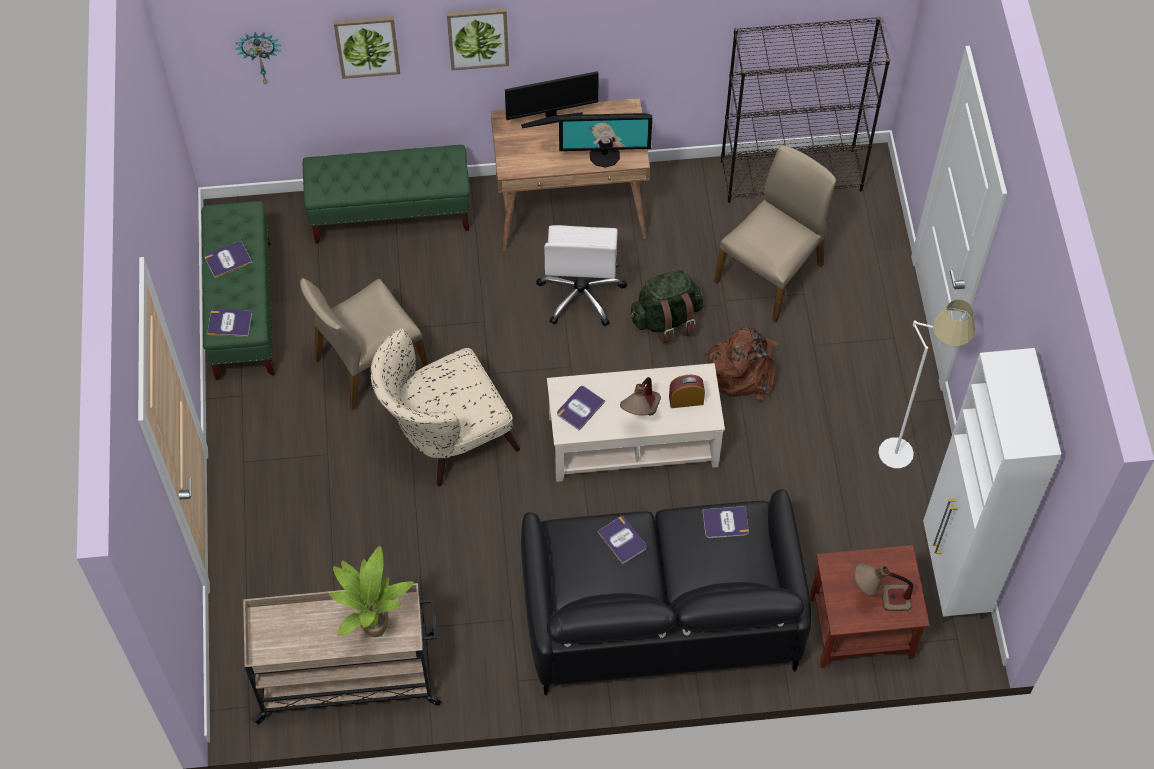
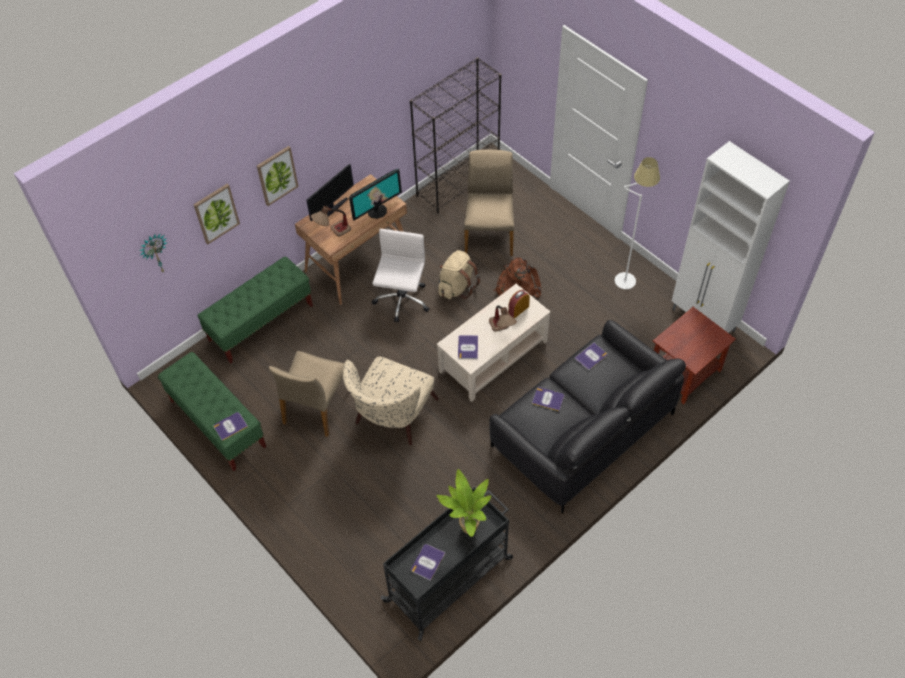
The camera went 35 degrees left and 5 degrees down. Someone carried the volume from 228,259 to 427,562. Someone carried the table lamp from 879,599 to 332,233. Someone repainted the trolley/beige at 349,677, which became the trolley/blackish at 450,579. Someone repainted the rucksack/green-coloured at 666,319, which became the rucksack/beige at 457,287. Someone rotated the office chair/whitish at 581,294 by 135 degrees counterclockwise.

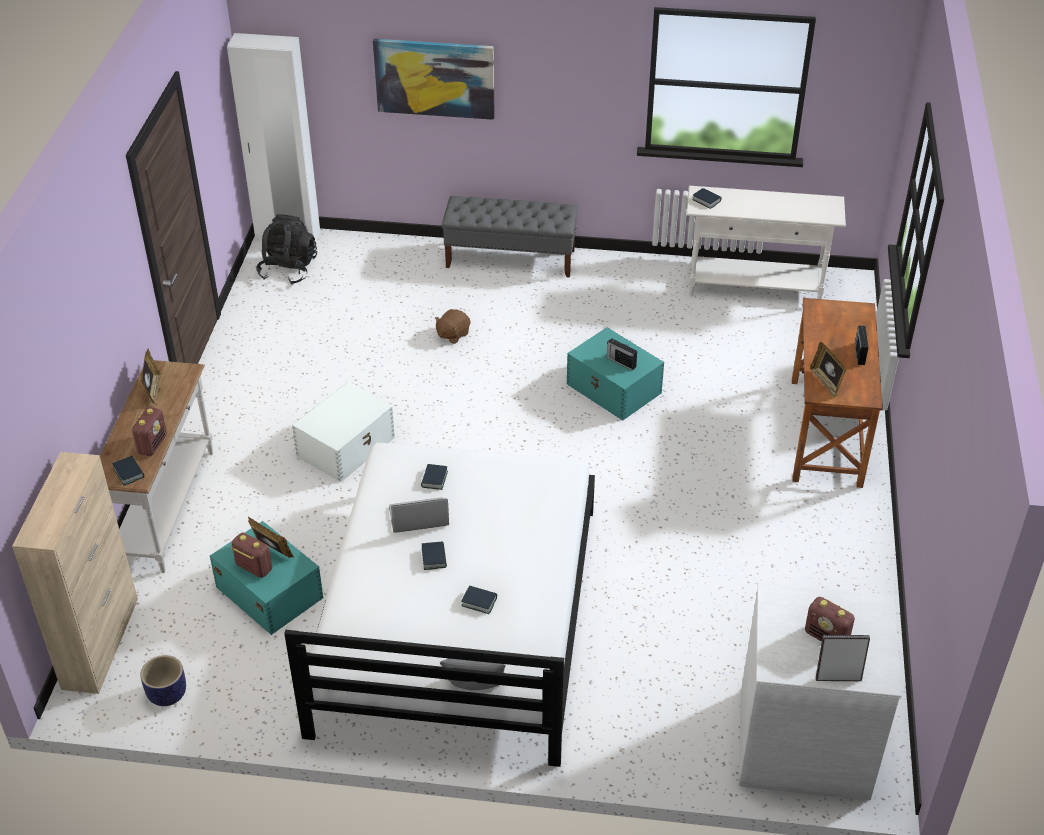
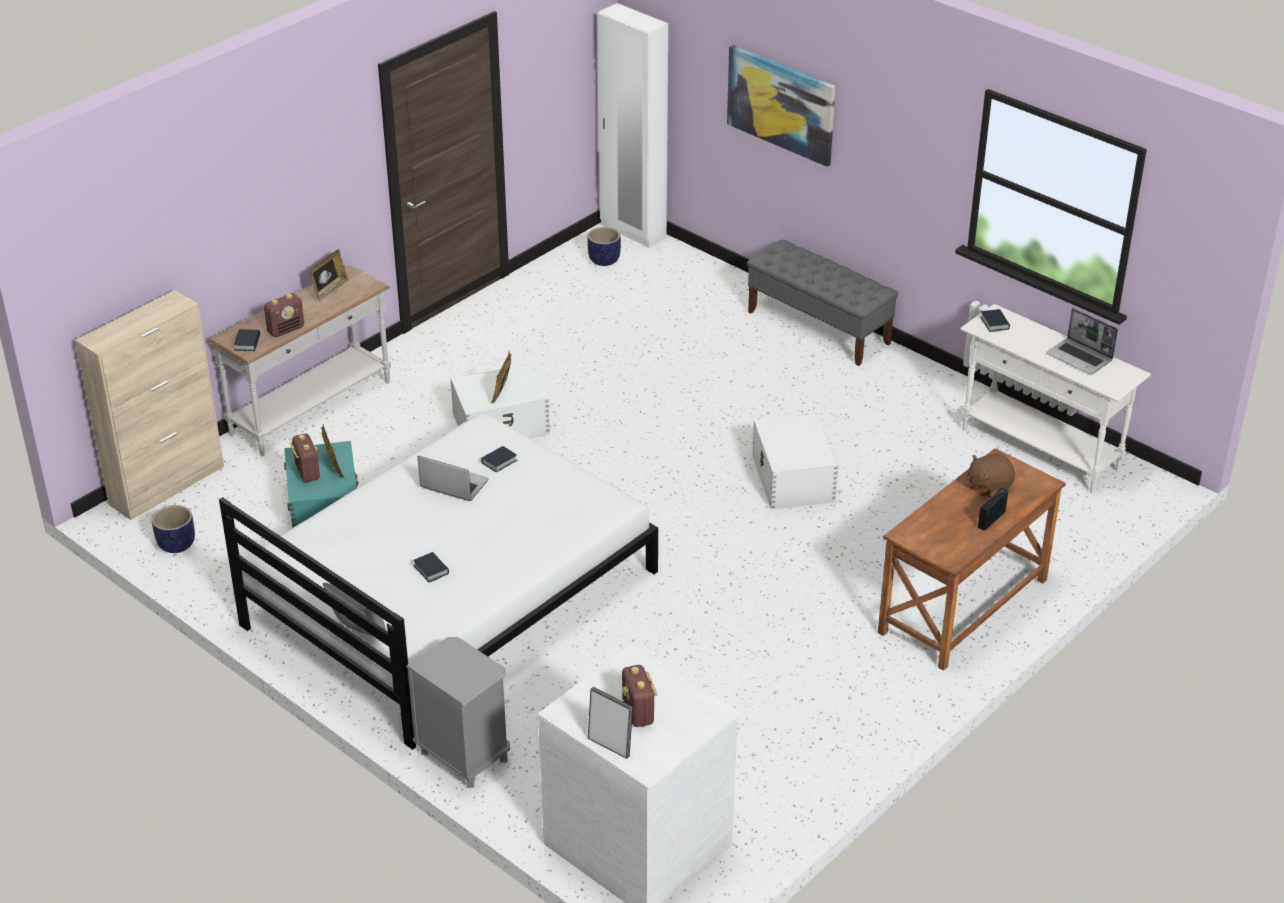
The camera went 35 degrees right and 5 degrees down. Someone took away the volume at 434,558. Someone took away the radio set at 620,362. Someone put down the night table/grey at 463,756. Someone put down the portable computer at 1080,358. Someone carried the cuddly toy/brown from 452,335 to 989,485. Someone carried the standing frame from 826,382 to 502,391. Someone swapped the rucksack/blackish at 288,270 for the plant pot at 603,260. Someone repainted the storage bin/turquoise-coloured at 614,389, which became the storage bin/whitish at 792,479.

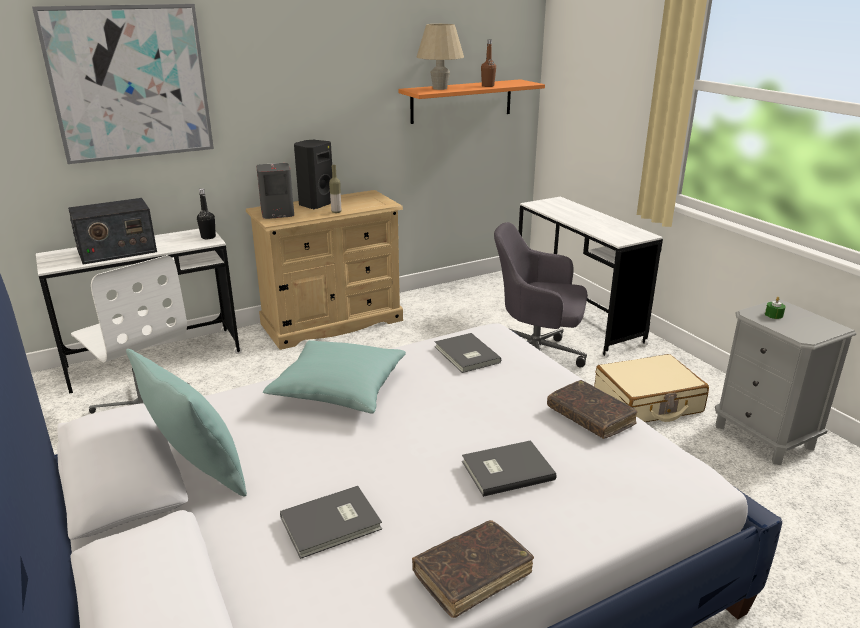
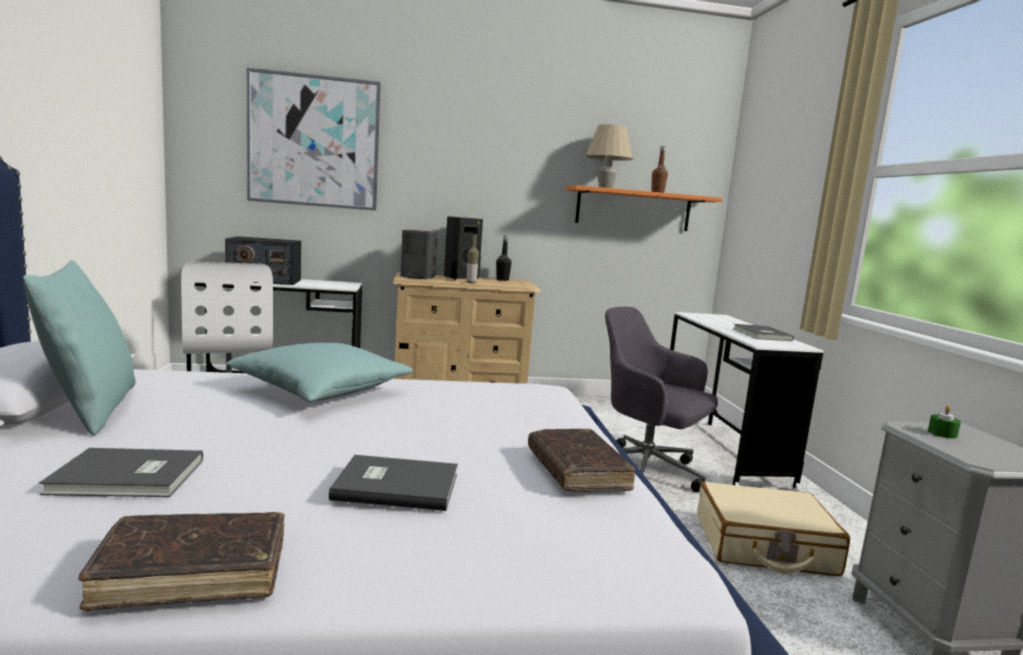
The camera went 20 degrees right and 15 degrees down. Someone carried the beverage bottle/blackish from 208,237 to 502,280. Someone carried the volume/grey from 466,355 to 760,334.

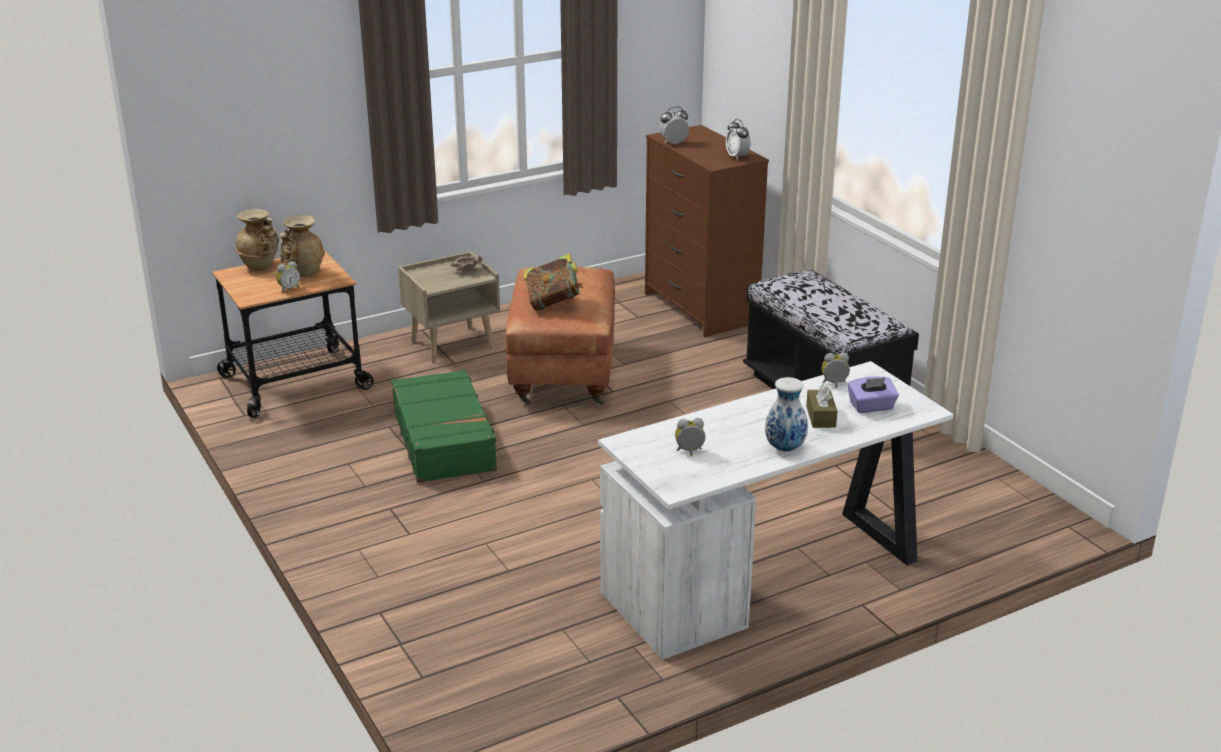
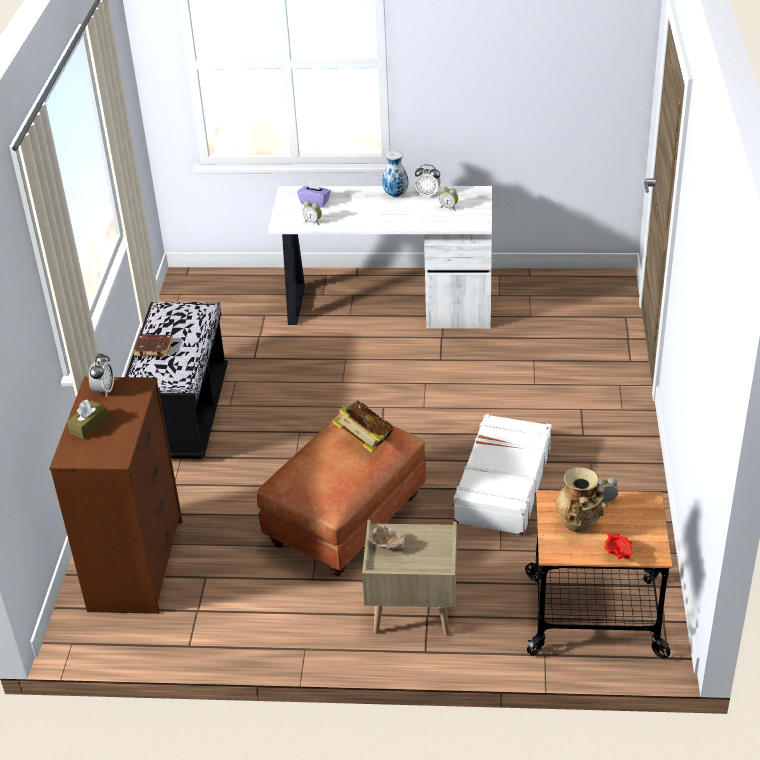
The camera went 145 degrees left and 10 degrees up. Someone put down the volume/brown at 154,347. Someone carried the alarm clock from 674,143 to 428,194. Someone carried the tissue holder/brown from 820,416 to 89,426. Someone swapped the decorative vase/beige at 261,266 for the bowl/red at 617,555. Someone repainted the piece of luggage/green-coloured at 445,440, which became the piece of luggage/whitish at 502,485.

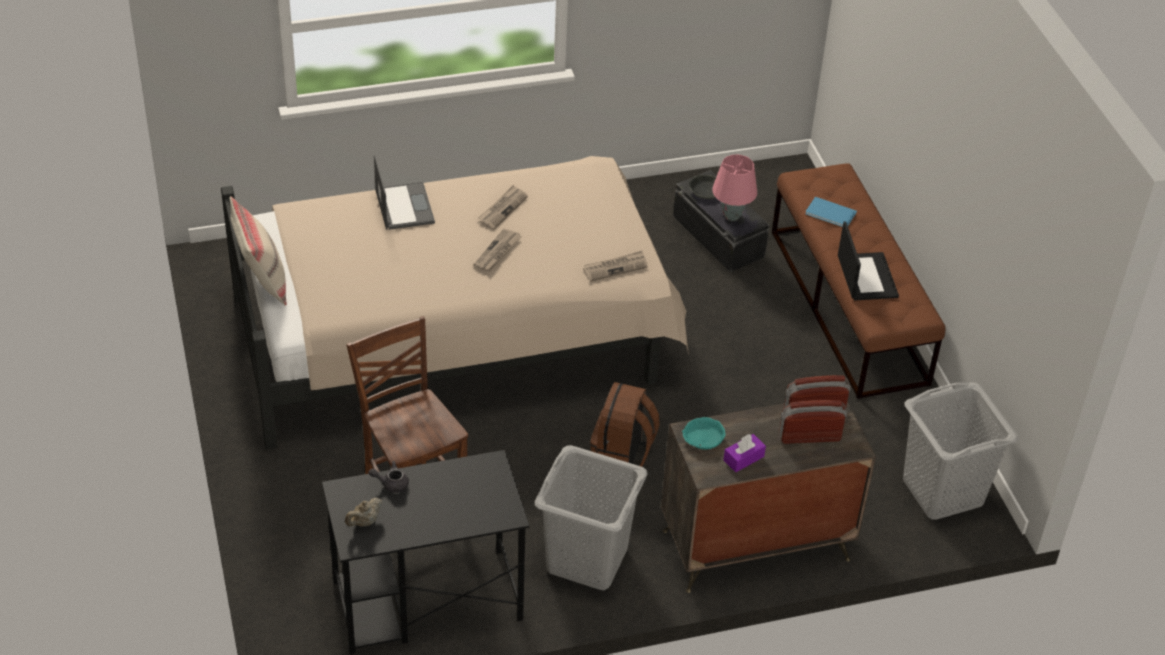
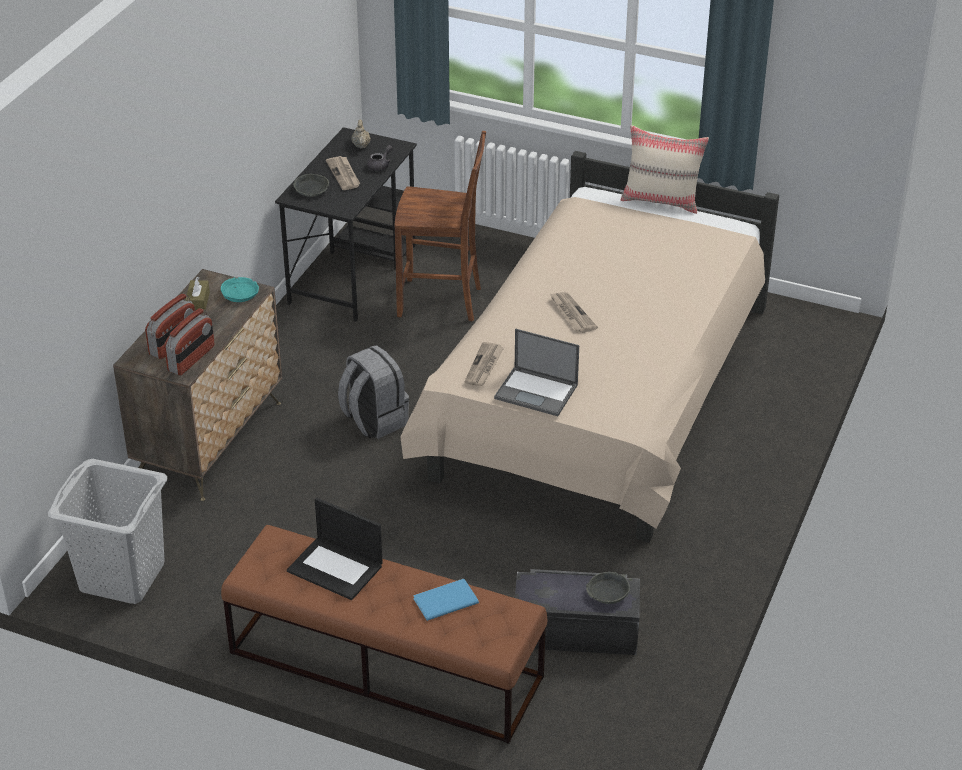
The camera went 130 degrees right and 5 degrees down. Someone took away the laundry basket/grey at 587,560. Someone took away the table lamp/pinkish at 731,216. Someone put down the bowl/grey at 311,190. Someone carried the portable computer from 404,206 to 537,392. Someone carried the daily paper from 502,209 to 344,174. Someone repainted the rucksack/brown at 622,455, which became the rucksack/grey at 373,420. Someone repainted the tissue holder/purple-coloured at 743,458, which became the tissue holder/brown at 198,302.

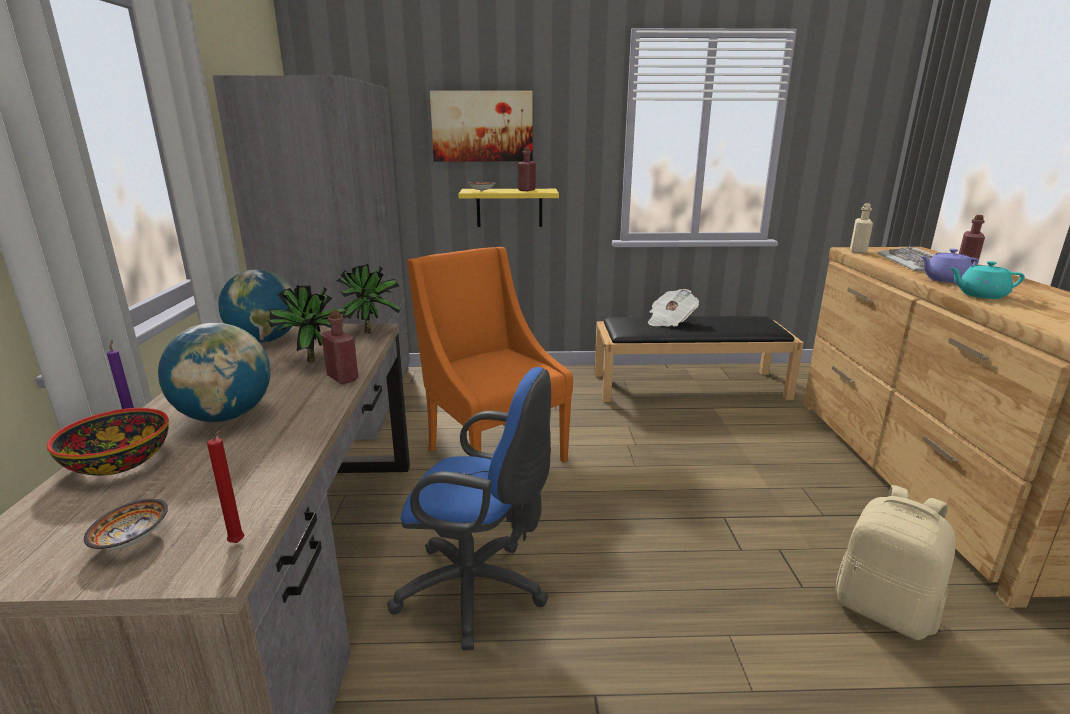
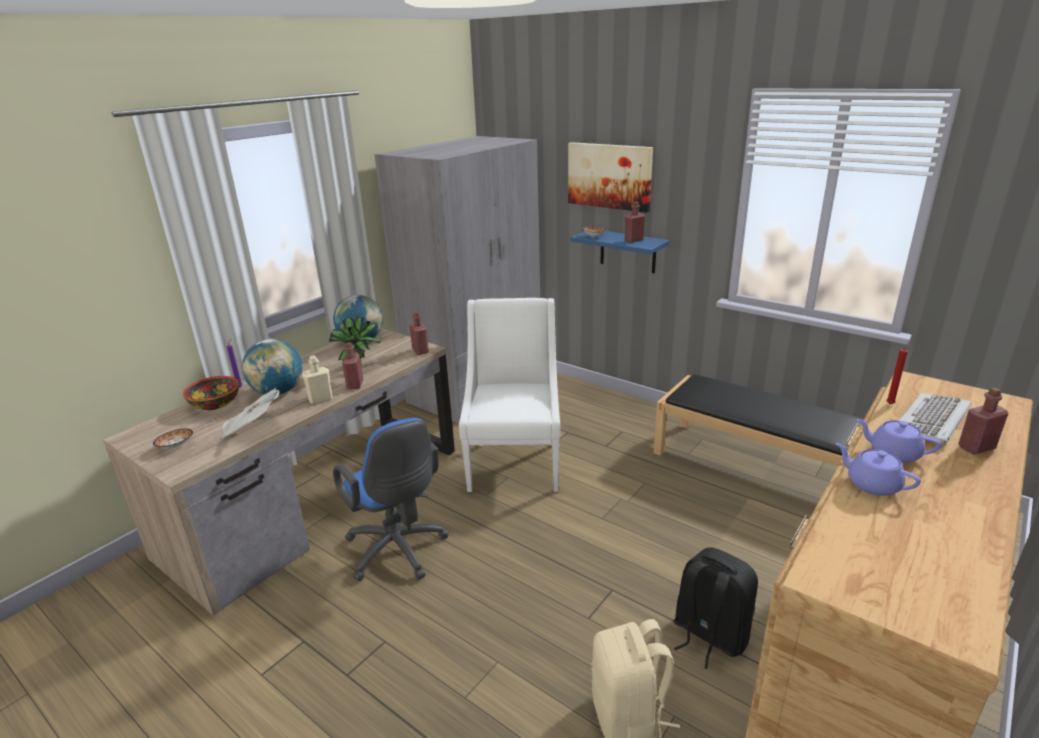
The camera went 40 degrees right and 5 degrees up. Someone put down the rucksack/blackish at 709,635. Someone carried the wax candle/red from 240,542 to 891,404. Someone carried the daily paper from 670,321 to 252,428. Someone carried the beverage bottle/beige from 858,251 to 320,399. Someone swapped the plant in a pot at 371,331 for the beverage bottle/red at 420,351. Someone repainted the armchair/orange-coloured at 492,453, which became the armchair/whitish at 515,464. Someone repainted the bracket shelf/yellowish at 509,207, which became the bracket shelf/bluish at 627,251. Someone repainted the teapot/turquoise-coloured at 980,295, which became the teapot/purple-coloured at 871,484.

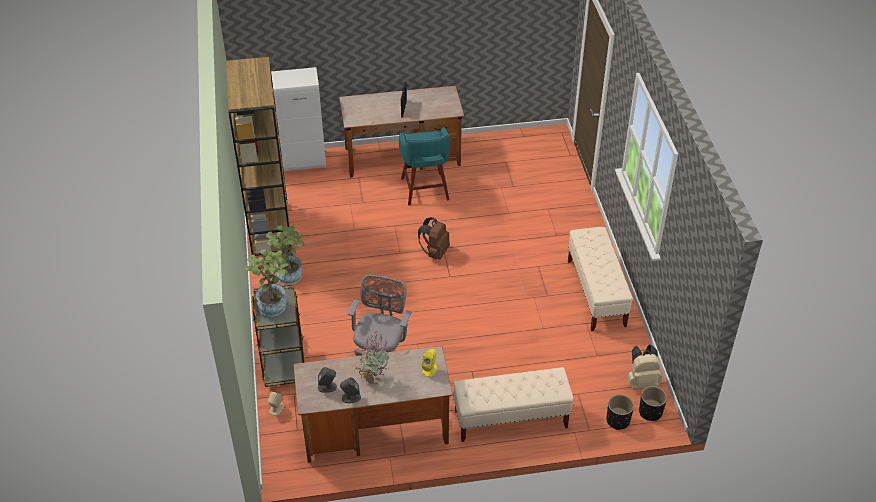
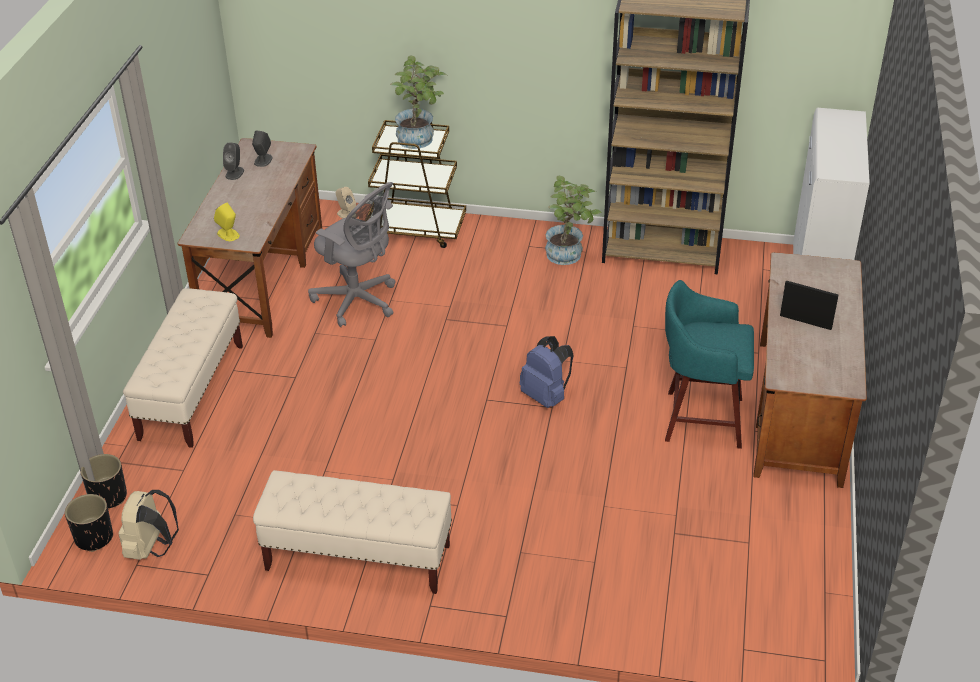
The camera went 110 degrees right and 5 degrees down. Someone took away the plant in a pot at 374,376. Someone repainted the rucksack/brown at 435,252, which became the rucksack/bluish at 546,396.

